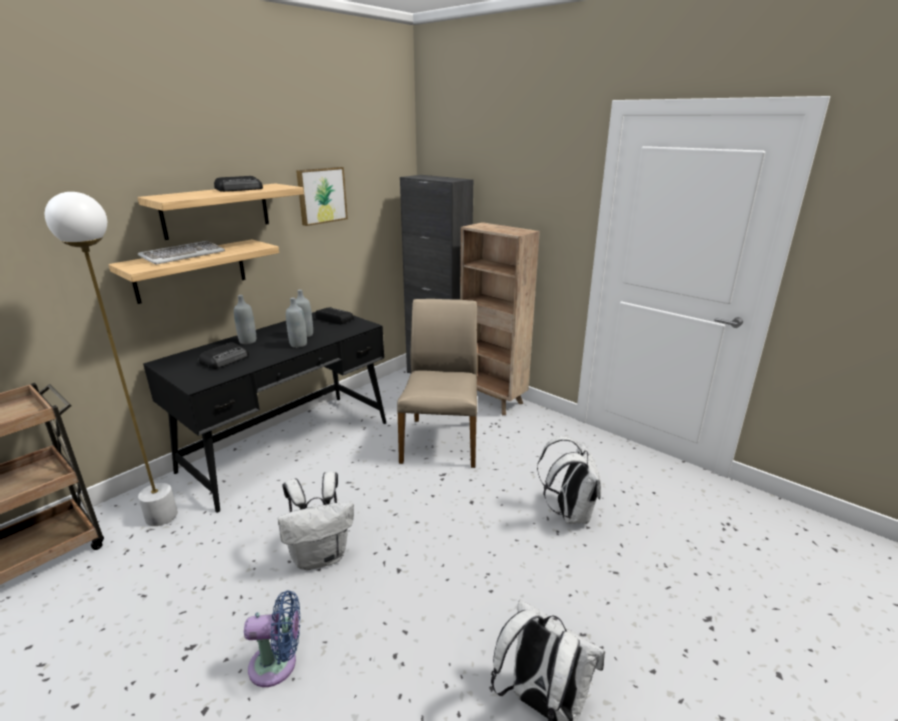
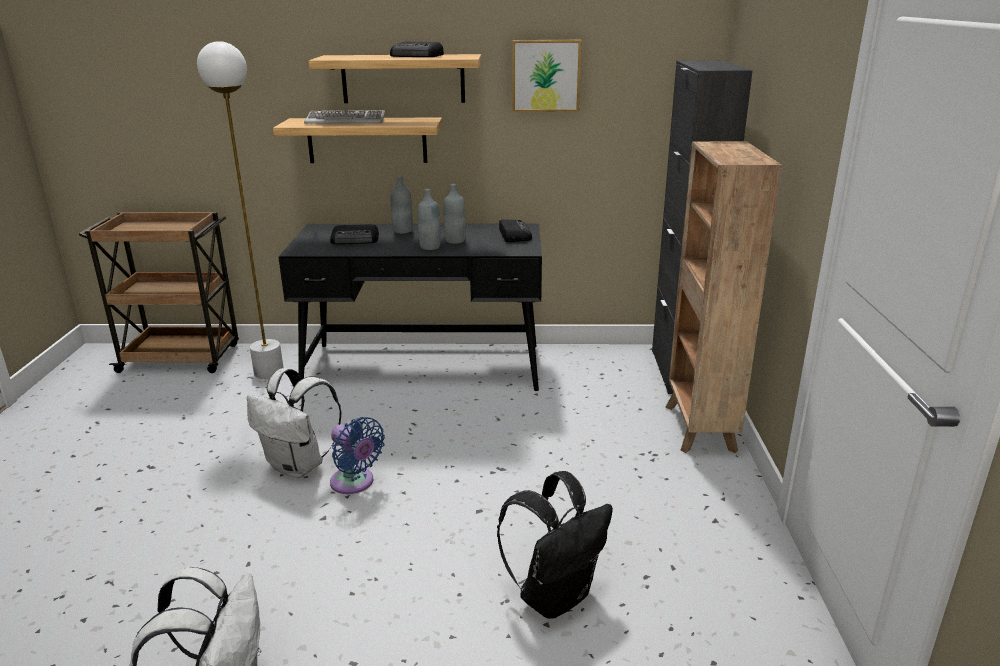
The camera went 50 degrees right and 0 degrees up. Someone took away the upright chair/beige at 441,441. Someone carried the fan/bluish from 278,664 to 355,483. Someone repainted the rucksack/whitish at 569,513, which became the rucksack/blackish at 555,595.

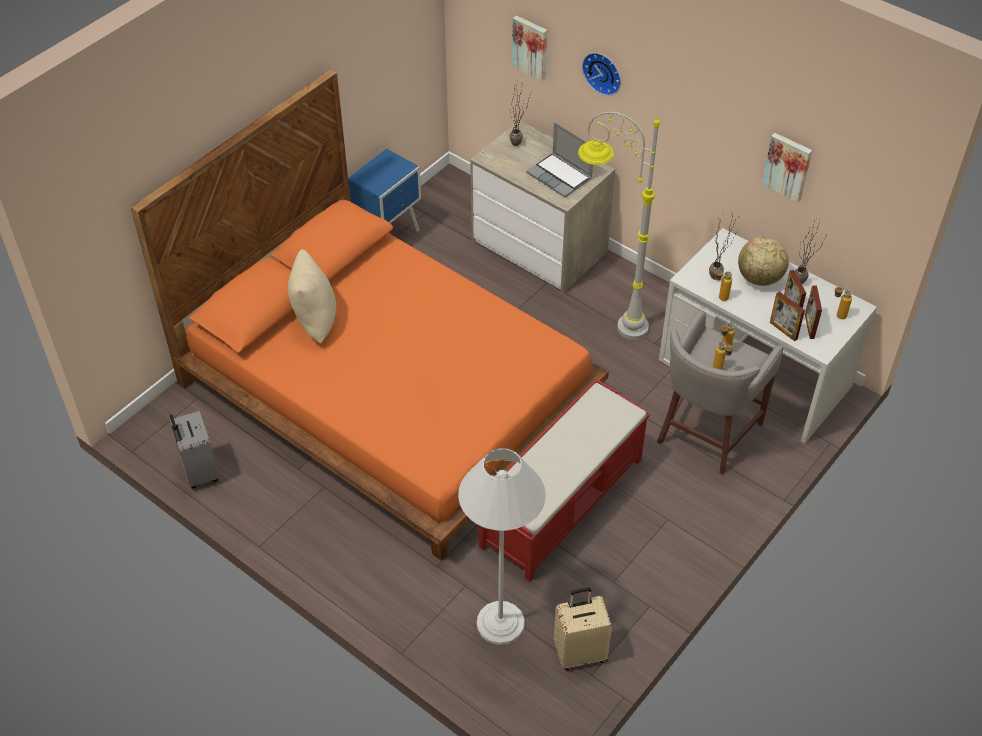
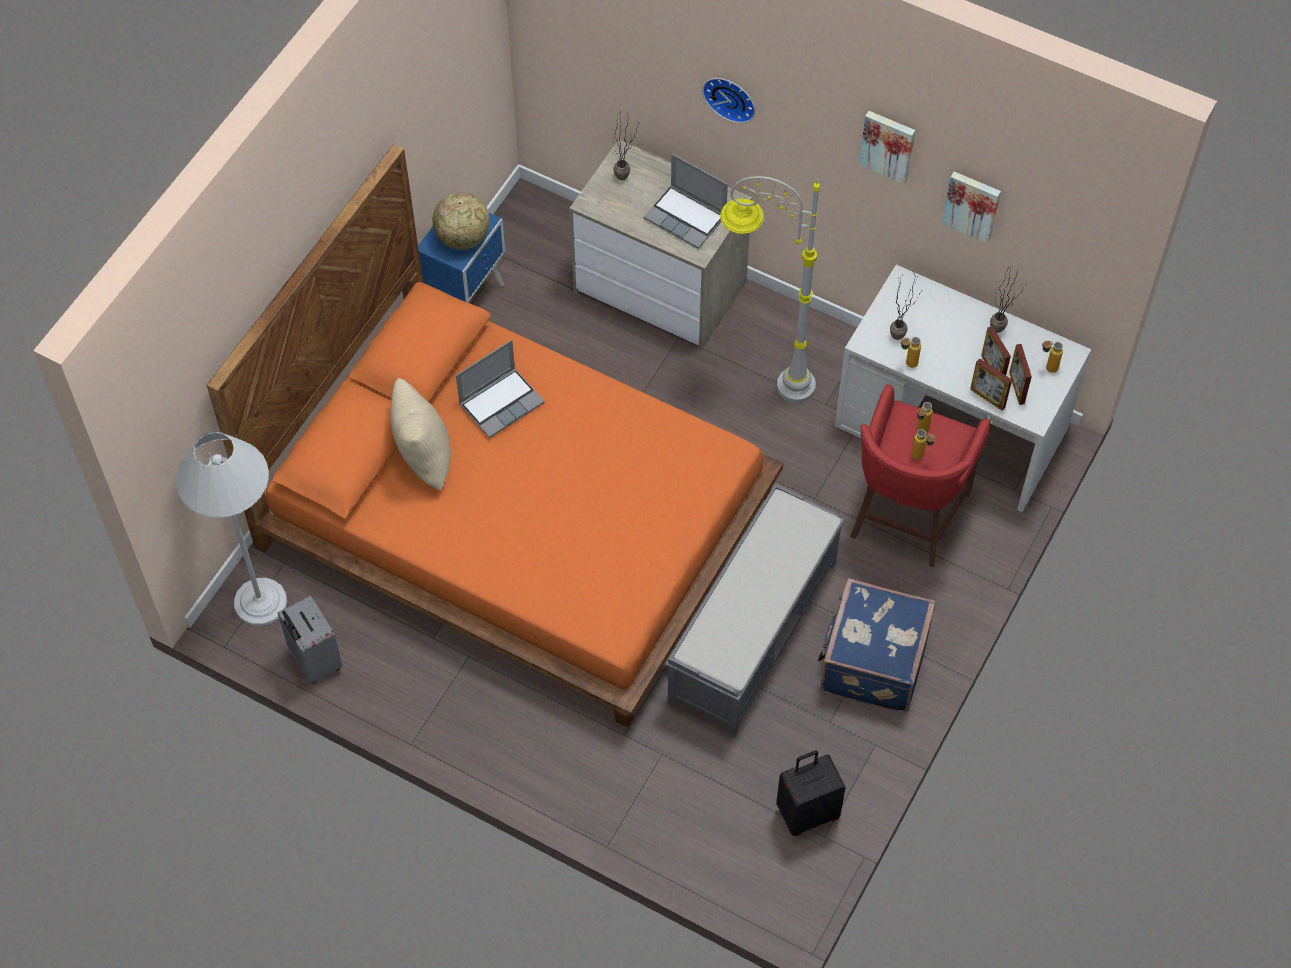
The camera went 10 degrees left and 10 degrees up. Someone put down the portable computer at 501,402. Someone put down the piece of luggage/bluish at 871,662. Someone carried the standard lamp/whitish from 500,623 to 260,602. Someone carried the picture from 531,47 to 888,145. Someone carried the world globe from 759,278 to 463,238. Someone repainted the long seat/red at 562,501, which became the long seat/grey at 753,630. Someone repainted the piece of luggage/beige at 580,652, which became the piece of luggage/blackish at 807,812. Someone repainted the stool seat/grey at 706,434, which became the stool seat/red at 906,517.

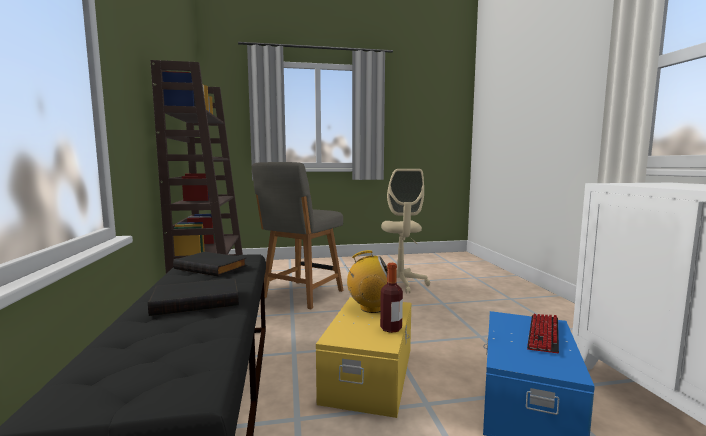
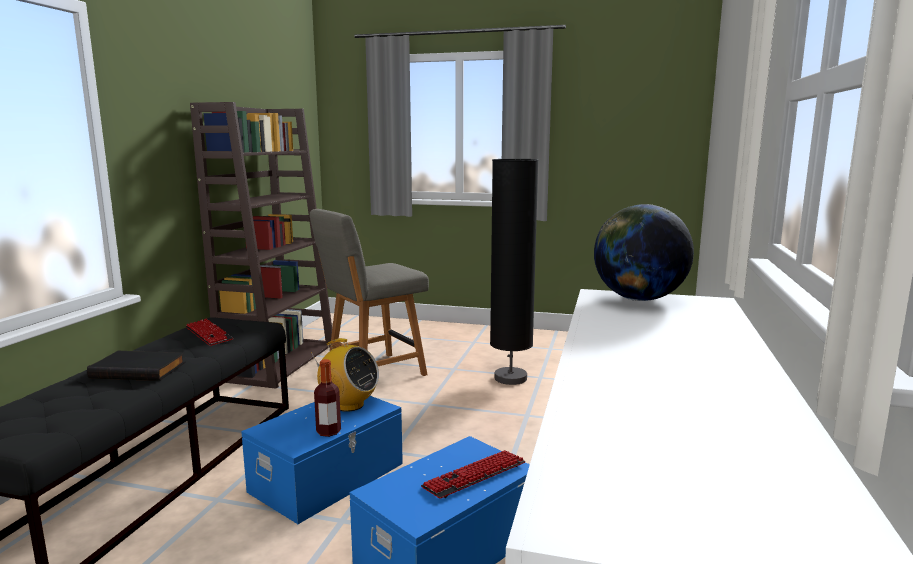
The camera went 25 degrees right and 5 degrees up. Someone put down the world globe at 639,299. Someone swapped the volume/blackish at 212,267 for the computer keyboard at 208,334. Someone swapped the office chair/beige at 400,284 for the standard lamp/blackish at 510,378. Someone repainted the storage bin/yellowish at 371,374, which became the storage bin/bluish at 329,478.

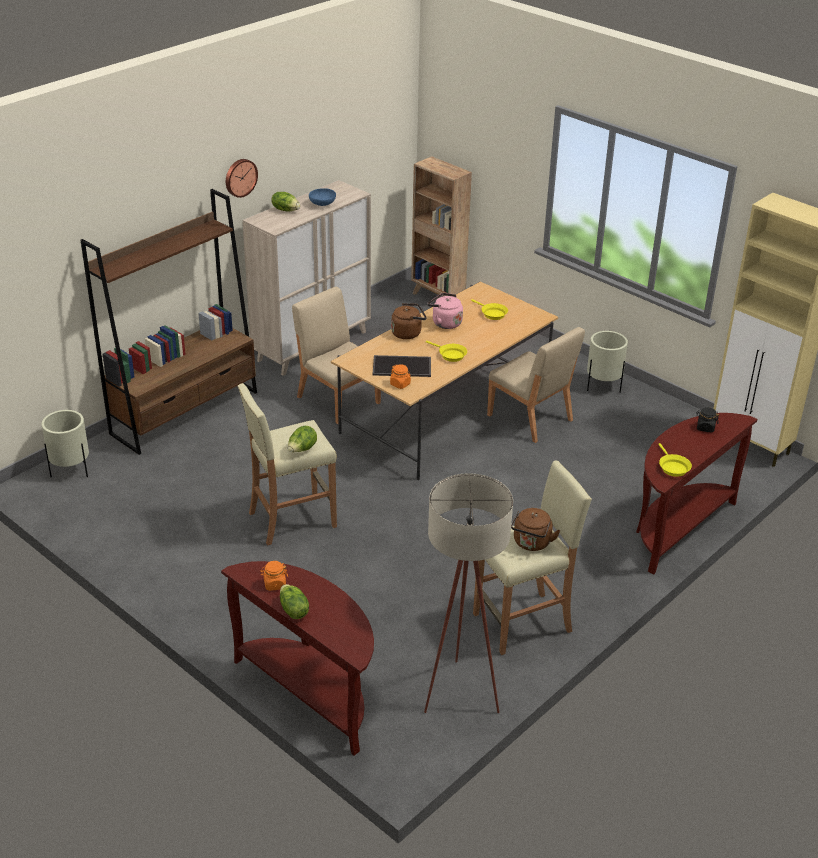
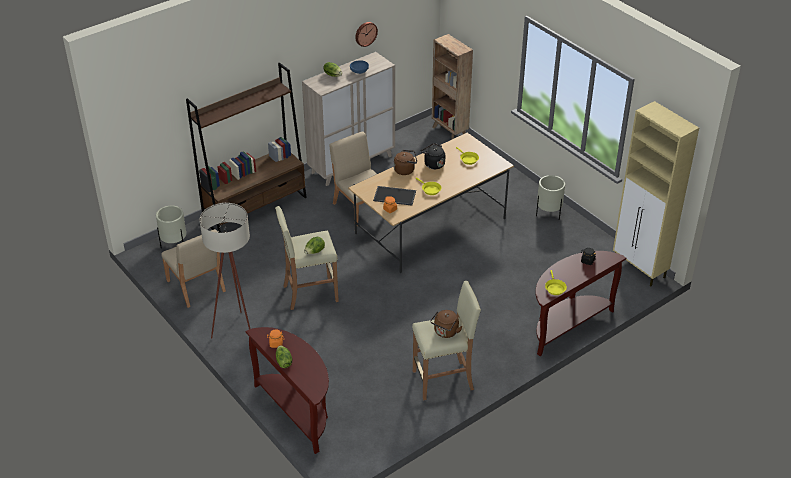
The camera went 10 degrees right and 5 degrees up. Someone carried the wall clock from 240,177 to 365,33. Someone carried the standard lamp/beige from 459,687 to 237,327. Someone carried the upright chair/beige from 530,418 to 196,286. Someone repainted the water kettle/pinkish at 445,323, which became the water kettle/blackish at 433,164.

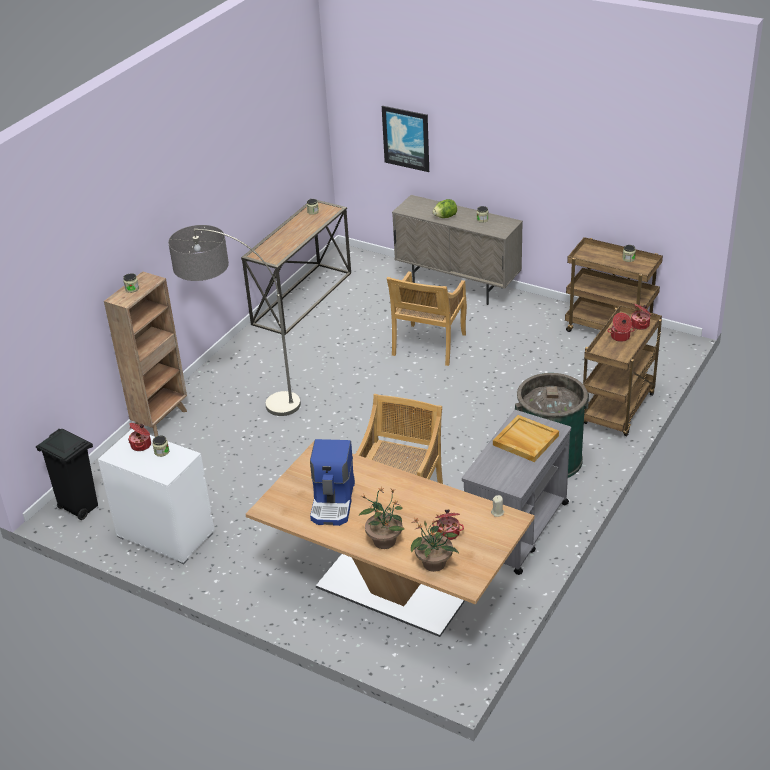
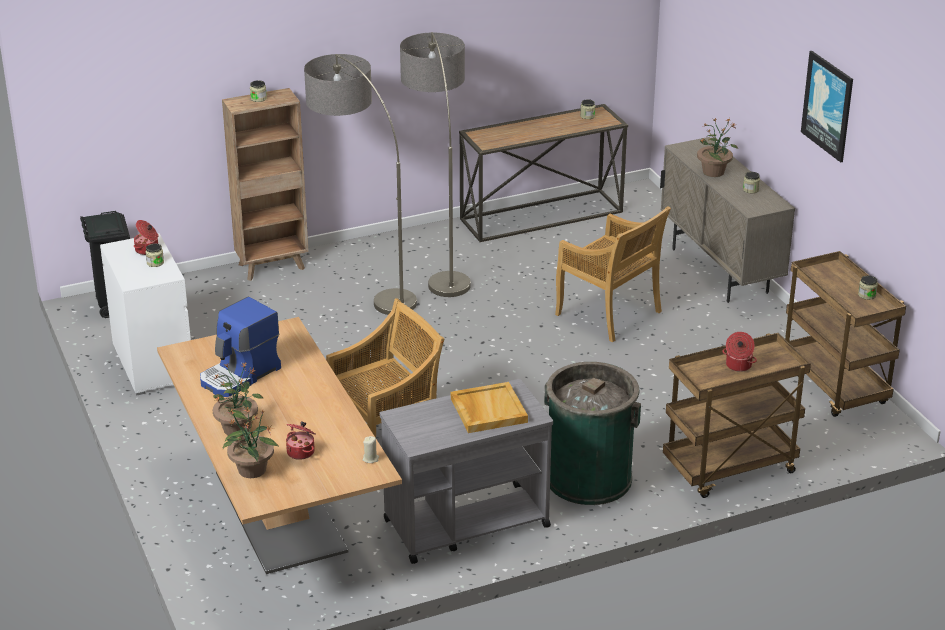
The camera went 35 degrees right and 5 degrees down. Someone took away the stockpot at 640,325. Someone put down the standard lamp at 439,260. Someone carried the picture from 406,138 to 828,105. Someone swapped the head of lettuce at 445,217 for the plant in a pot at 714,172. Someone rotated the upright chair/beige at 428,346 by 105 degrees counterclockwise.

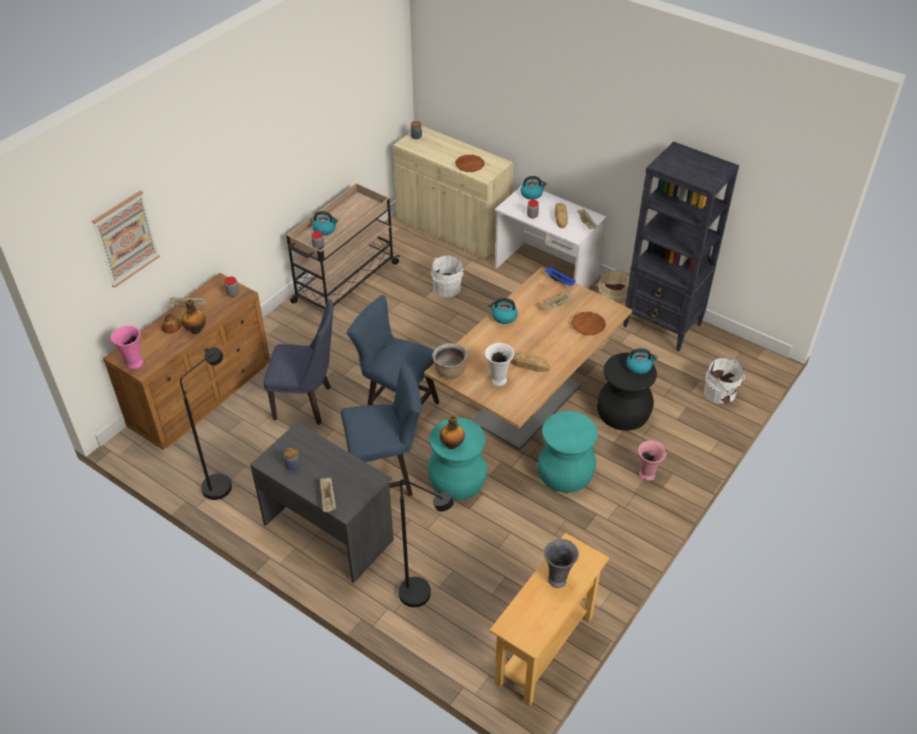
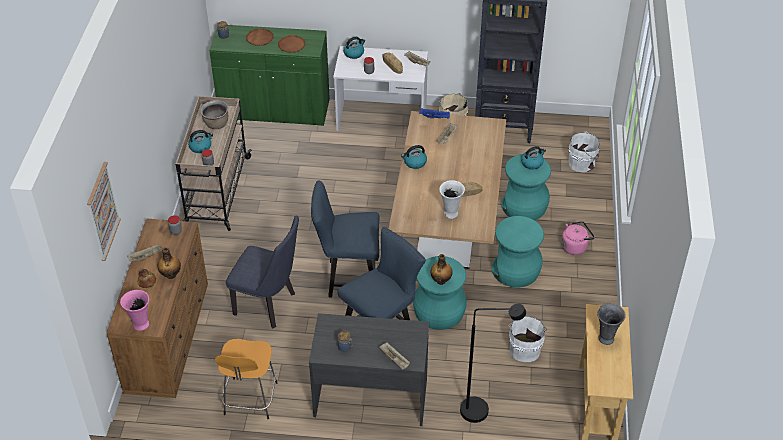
The camera went 30 degrees left and 0 degrees up. Someone carried the water bucket/whitish from 448,287 to 525,348. Someone carried the stockpot/brown from 450,372 to 216,124. Someone carried the plate/brown from 588,325 to 260,39. Someone swapped the standard lamp/blackish at 223,482 for the stool seat/orange-coloured at 250,400. Someone swapped the decorative vase/pinkish at 647,475 for the water kettle/pinkish at 575,246. Someone repainted the cabinet/beige at 452,229, which became the cabinet/green-coloured at 274,110. Someone repainted the stool seat/blackish at 623,413, which became the stool seat/turquoise-coloured at 524,207. Someone rotated the upright chair/bluish at 308,403 by 45 degrees clockwise.

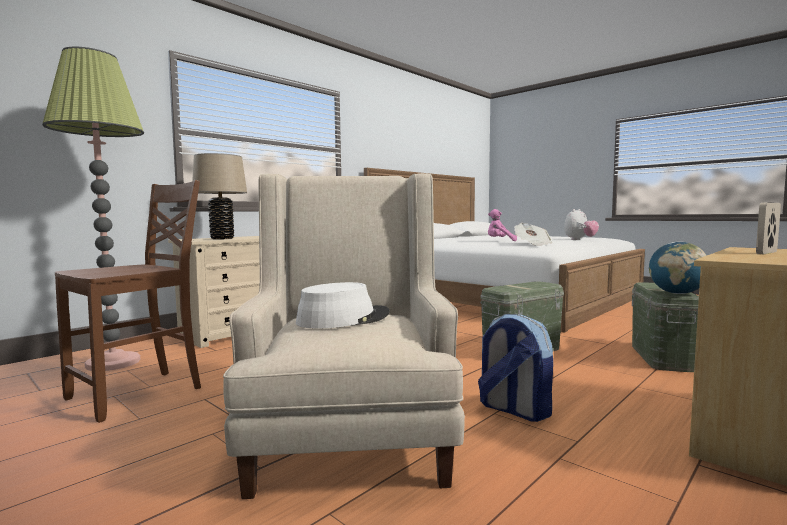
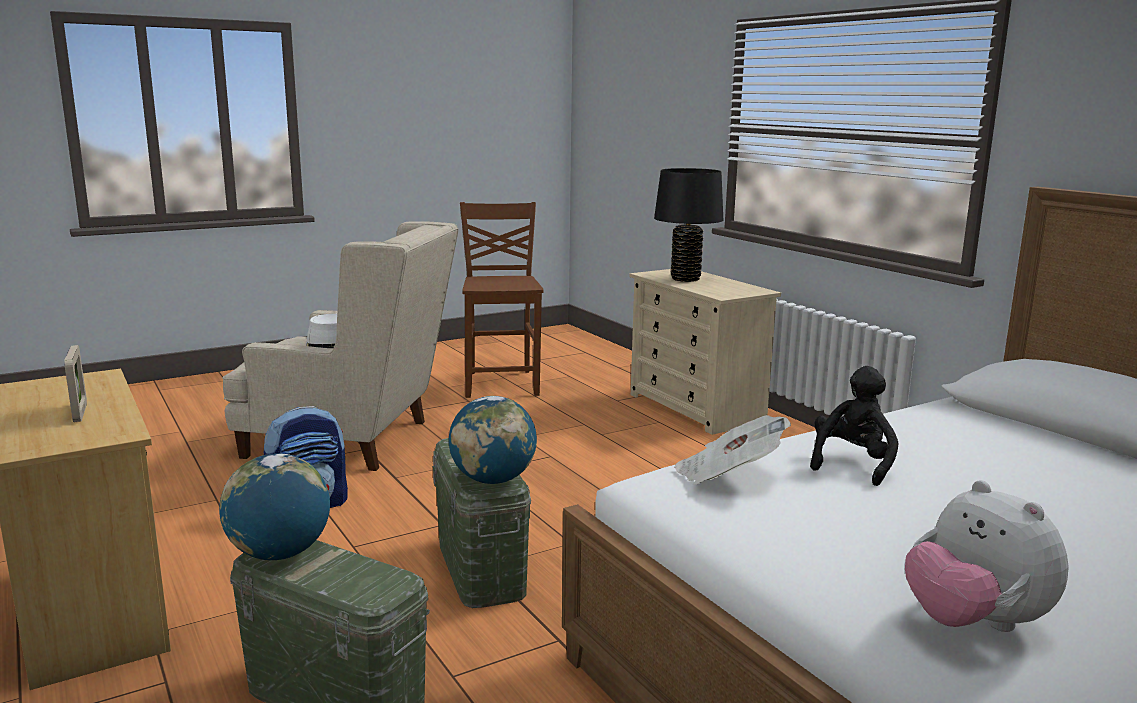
The camera went 105 degrees right and 10 degrees up. Someone took away the standard lamp at 113,363. Someone put down the world globe at 493,480. Someone repainted the table lamp/beige at 222,238, which became the table lamp/blackish at 685,279. Someone repainted the cuddly toy/pinkish at 500,241, which became the cuddly toy/blackish at 852,464. Someone rotated the upright chair/brown at 139,393 by 150 degrees counterclockwise.

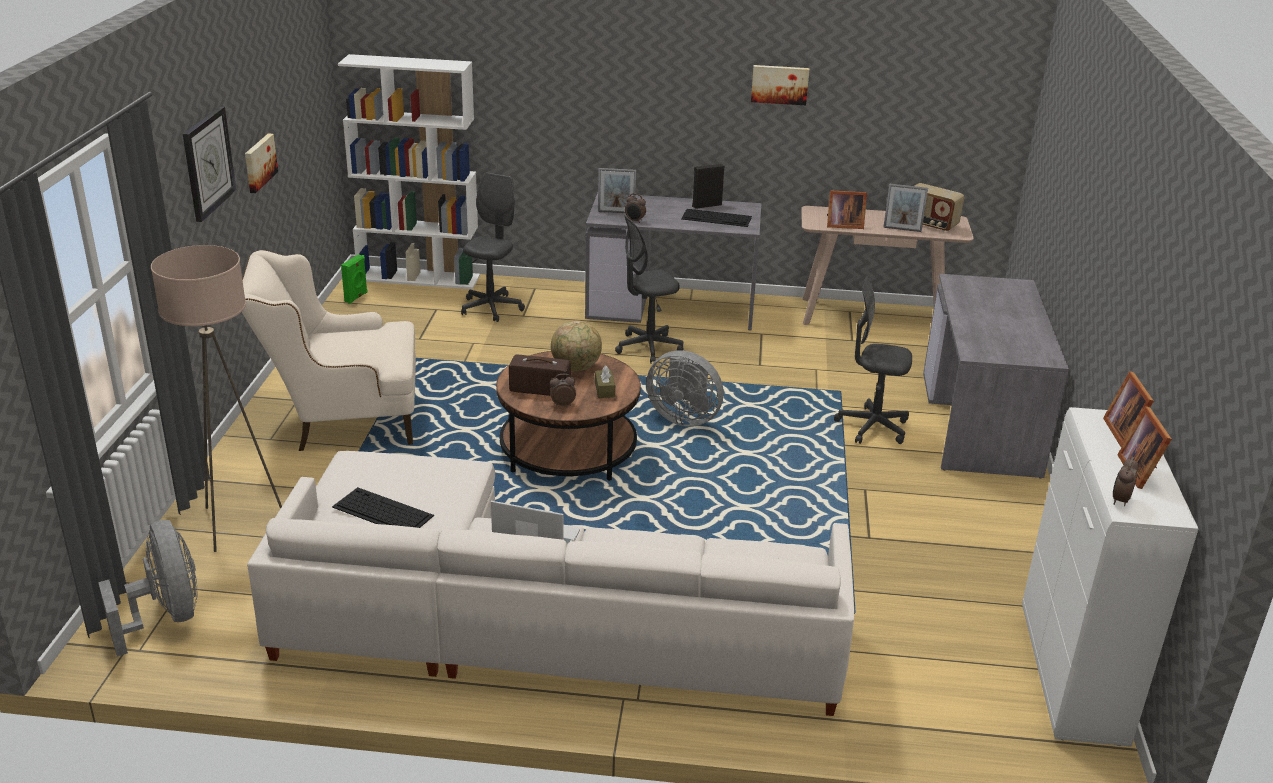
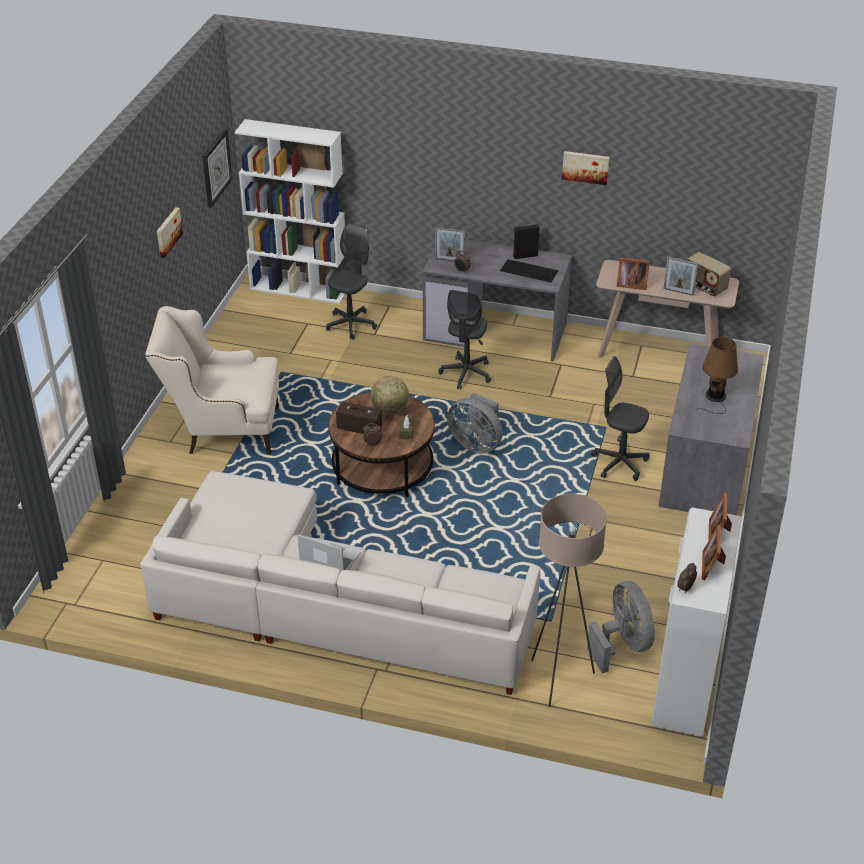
The camera went 10 degrees right and 10 degrees up. Someone took away the computer keyboard at 381,511. Someone took away the loudspeaker/green-coloured at 356,297. Someone put down the table lamp/brown at 715,397. Someone carried the fan/grey from 166,617 to 622,644. Someone carried the standard lamp/beige from 236,524 to 559,679. Someone carried the wall clock from 208,163 to 216,168. Someone rotated the office chair/grey at 648,348 by 60 degrees counterclockwise.

